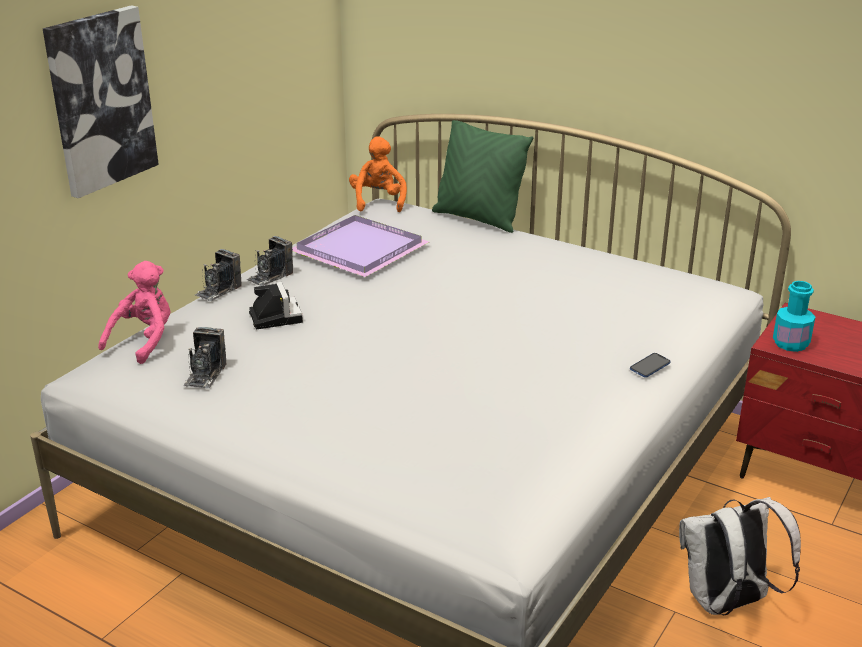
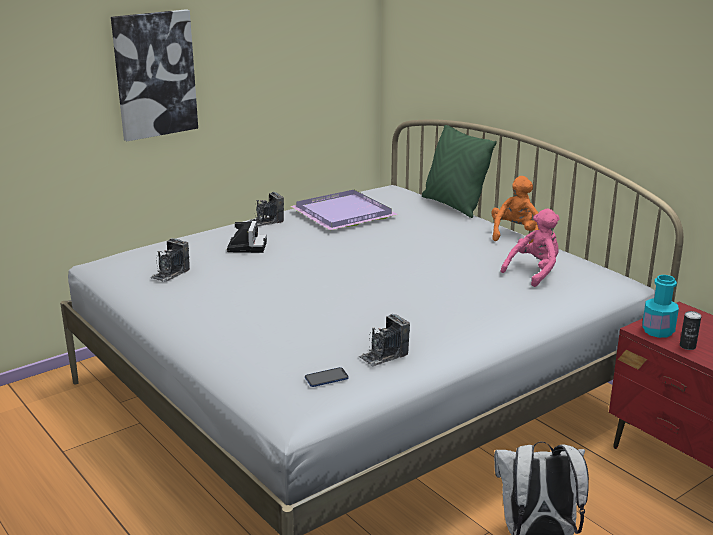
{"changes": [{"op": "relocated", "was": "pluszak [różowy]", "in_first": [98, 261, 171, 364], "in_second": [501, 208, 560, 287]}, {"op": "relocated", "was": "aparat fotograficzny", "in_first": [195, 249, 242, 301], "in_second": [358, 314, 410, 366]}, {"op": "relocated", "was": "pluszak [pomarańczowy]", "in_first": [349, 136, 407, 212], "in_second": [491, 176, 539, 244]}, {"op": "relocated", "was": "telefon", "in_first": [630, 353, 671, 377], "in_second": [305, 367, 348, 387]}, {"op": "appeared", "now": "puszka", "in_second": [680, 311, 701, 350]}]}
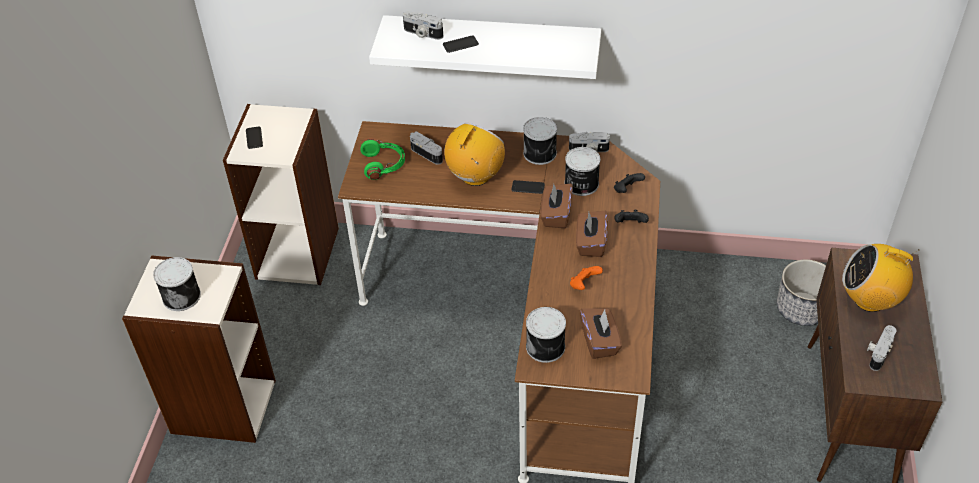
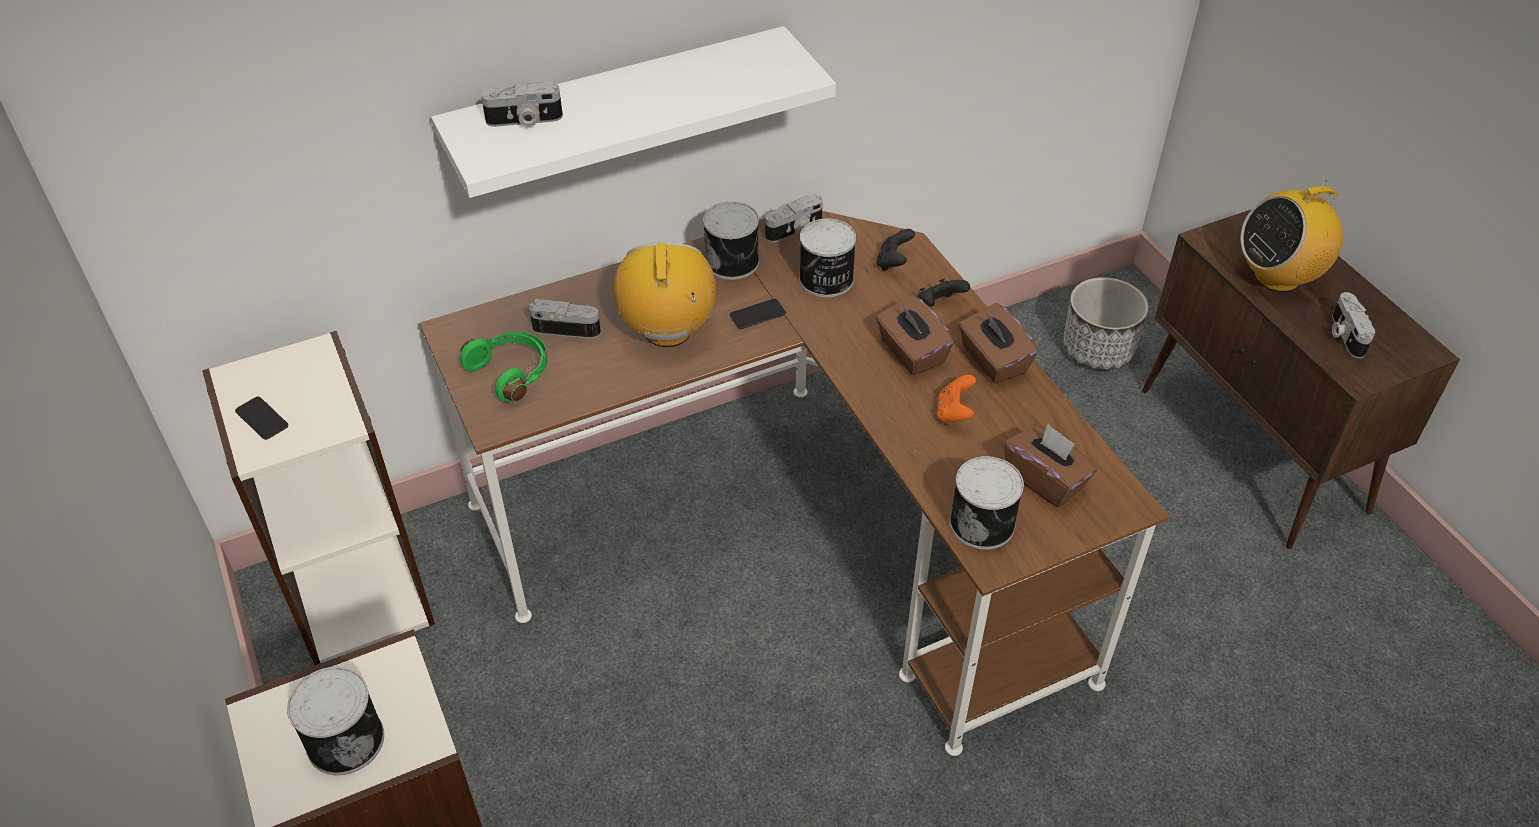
{"changes": [{"op": "missing", "was": "telefon", "in_first": [443, 35, 479, 53]}, {"op": "relocated", "was": "pudełko chusteczek [brązowy]", "in_first": [540, 184, 573, 228], "in_second": [958, 303, 1038, 384]}]}
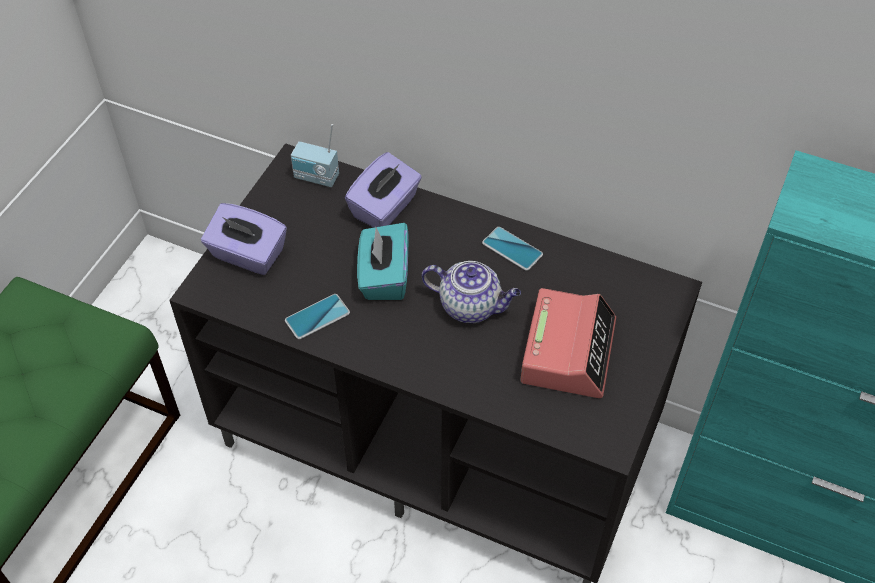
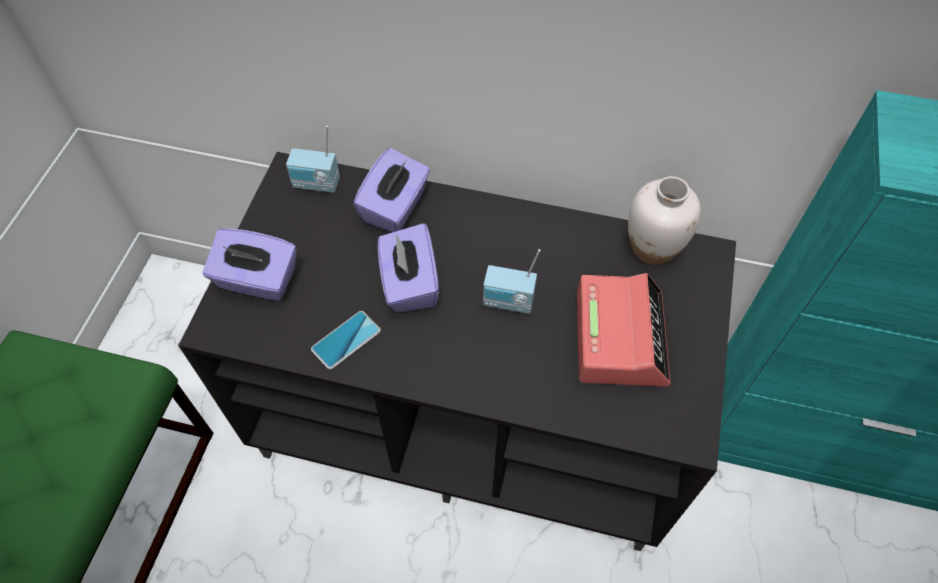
{"changes": [{"op": "colour", "was": "pudełko chusteczek [turkusowy]", "now": "pudełko chusteczek [fioletowy]", "in_first": [357, 223, 408, 300], "in_second": [378, 223, 439, 312]}, {"op": "exchanged", "was": "imbryk", "now": "radio", "in_first": [422, 261, 521, 323], "in_second": [483, 249, 541, 314]}, {"op": "missing", "was": "telefon", "in_first": [482, 227, 543, 271]}, {"op": "appeared", "now": "wazon [biały]", "in_second": [628, 176, 701, 265]}]}
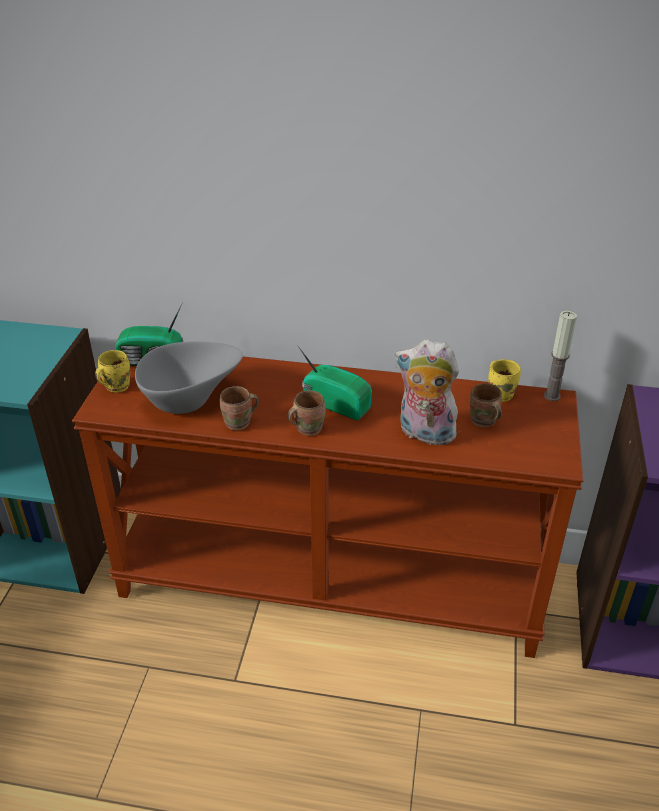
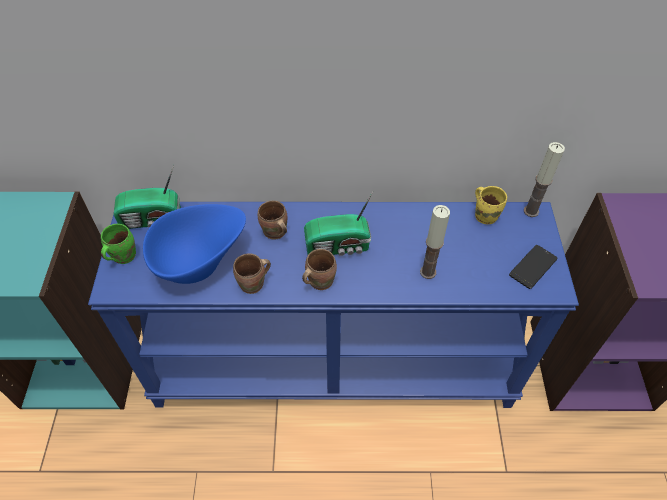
{"changes": [{"op": "colour", "was": "stolik konsolowy [brązowy]", "now": "stolik konsolowy [niebieski]", "in_first": [72, 357, 583, 658], "in_second": [88, 202, 579, 408]}, {"op": "colour", "was": "kubek [żółty]", "now": "kubek [zielony]", "in_first": [95, 350, 130, 393], "in_second": [101, 224, 136, 264]}, {"op": "colour", "was": "miska [szary]", "now": "miska [niebieski]", "in_first": [135, 341, 243, 414], "in_second": [143, 204, 246, 284]}, {"op": "spun", "was": "radio", "in_first": [297, 345, 372, 420], "in_second": [304, 192, 373, 256], "clockwise": 150}, {"op": "exchanged", "was": "pluszak", "now": "świeca", "in_first": [395, 339, 459, 448], "in_second": [420, 205, 450, 279]}, {"op": "relocated", "was": "kubek [brązowy]", "in_first": [469, 383, 502, 427], "in_second": [258, 200, 287, 239]}, {"op": "appeared", "now": "telefon", "in_second": [509, 245, 557, 289]}]}
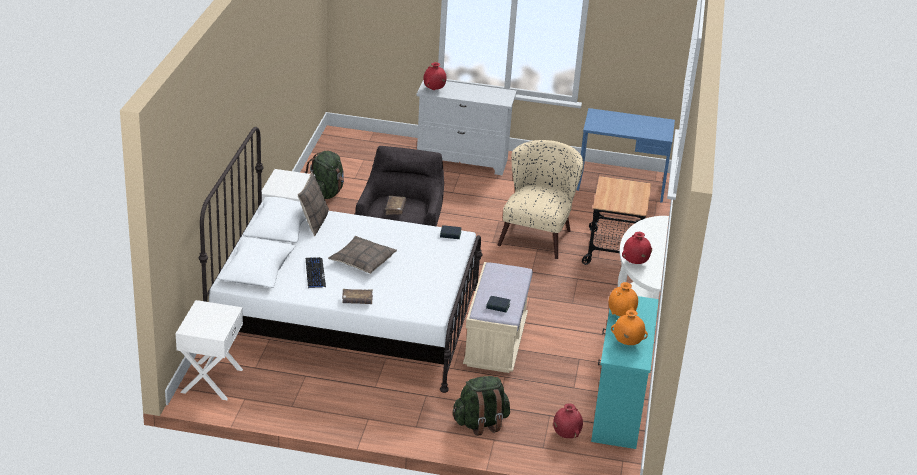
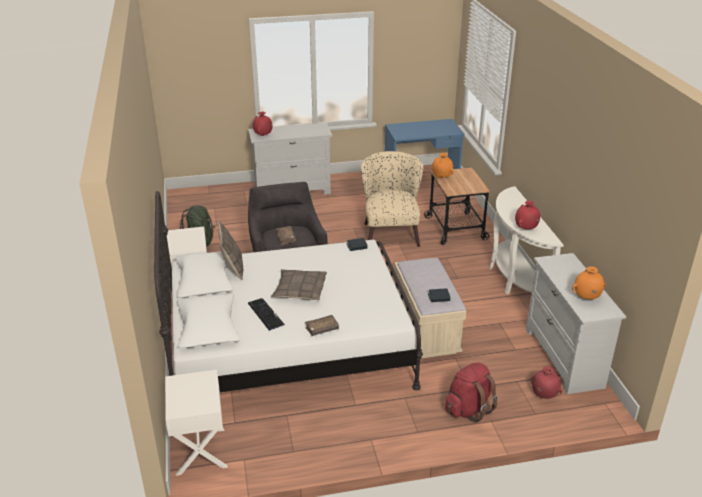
{"changes": [{"op": "colour", "was": "plecak [zielony]", "now": "plecak [czerwony]", "in_first": [452, 376, 510, 436], "in_second": [445, 362, 498, 423]}, {"op": "colour", "was": "komoda [turkusowy]", "now": "komoda [biały]", "in_first": [591, 296, 659, 449], "in_second": [526, 253, 626, 394]}, {"op": "relocated", "was": "wazon [pomarańczowy]", "in_first": [609, 282, 638, 317], "in_second": [432, 152, 454, 178]}]}
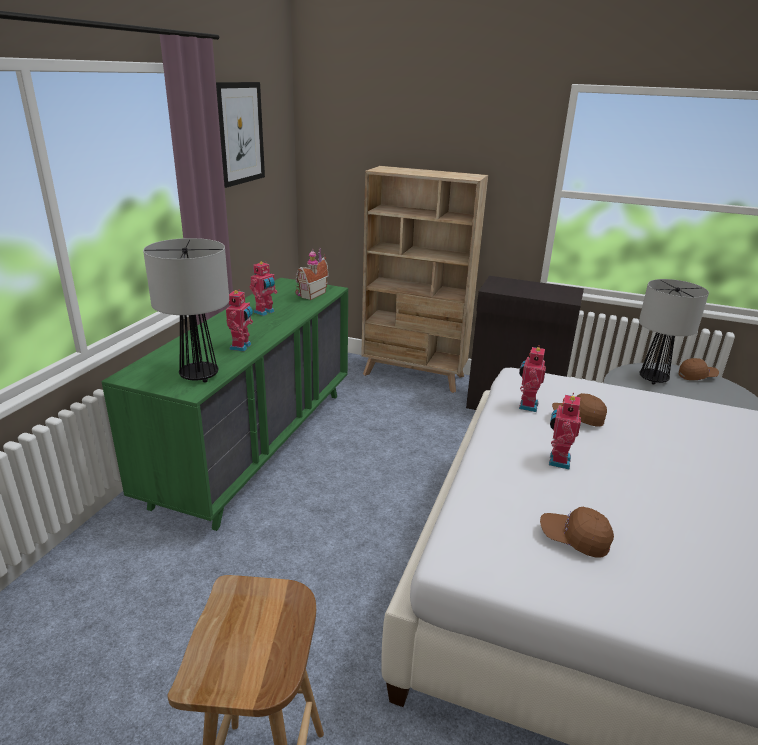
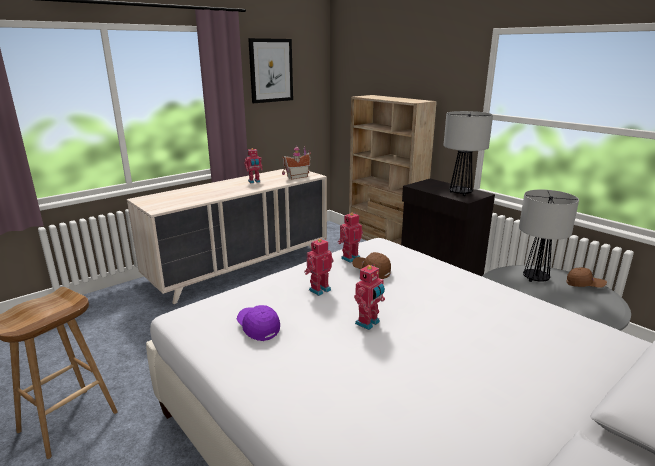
{"changes": [{"op": "colour", "was": "komoda [zielony]", "now": "komoda [beżowy]", "in_first": [101, 278, 348, 531], "in_second": [127, 169, 327, 304]}, {"op": "relocated", "was": "lampa stołowa", "in_first": [143, 238, 229, 383], "in_second": [443, 111, 493, 196]}, {"op": "relocated", "was": "robot zabawkowy", "in_first": [226, 289, 253, 351], "in_second": [354, 264, 385, 330]}, {"op": "colour", "was": "czapka z daszkiem [brązowy]", "now": "czapka z daszkiem [fioletowy]", "in_first": [540, 507, 614, 557], "in_second": [237, 305, 280, 341]}]}
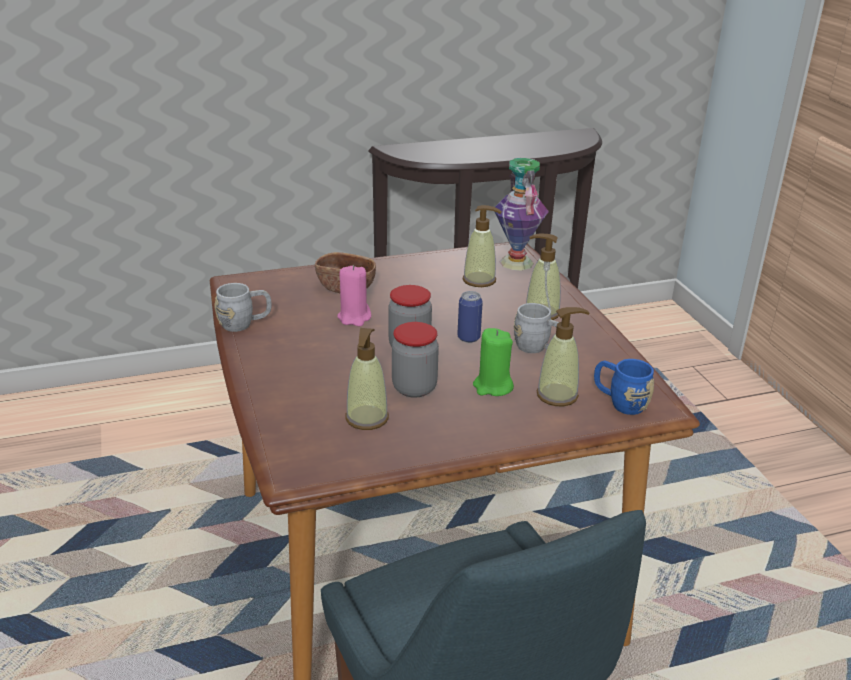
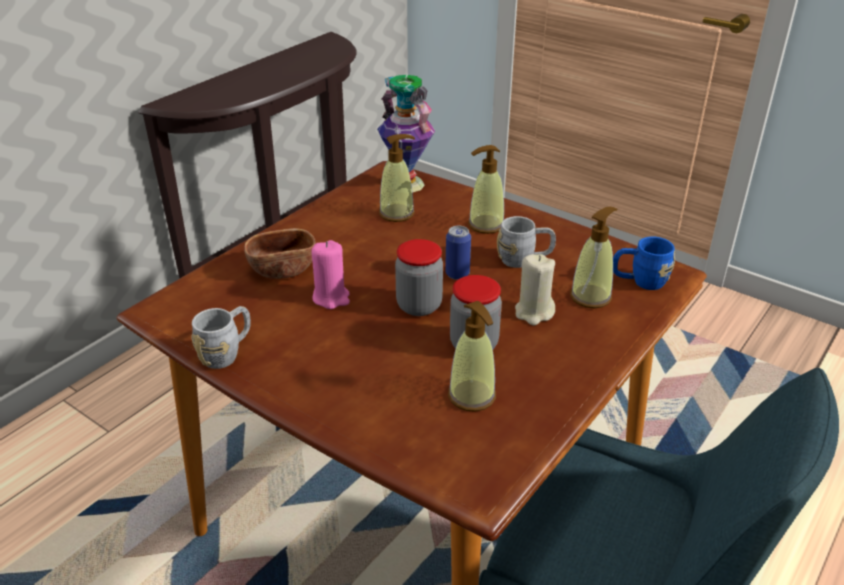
{"changes": [{"op": "colour", "was": "świeca [zielony]", "now": "świeca [beżowy]", "in_first": [473, 328, 514, 396], "in_second": [515, 254, 555, 325]}]}
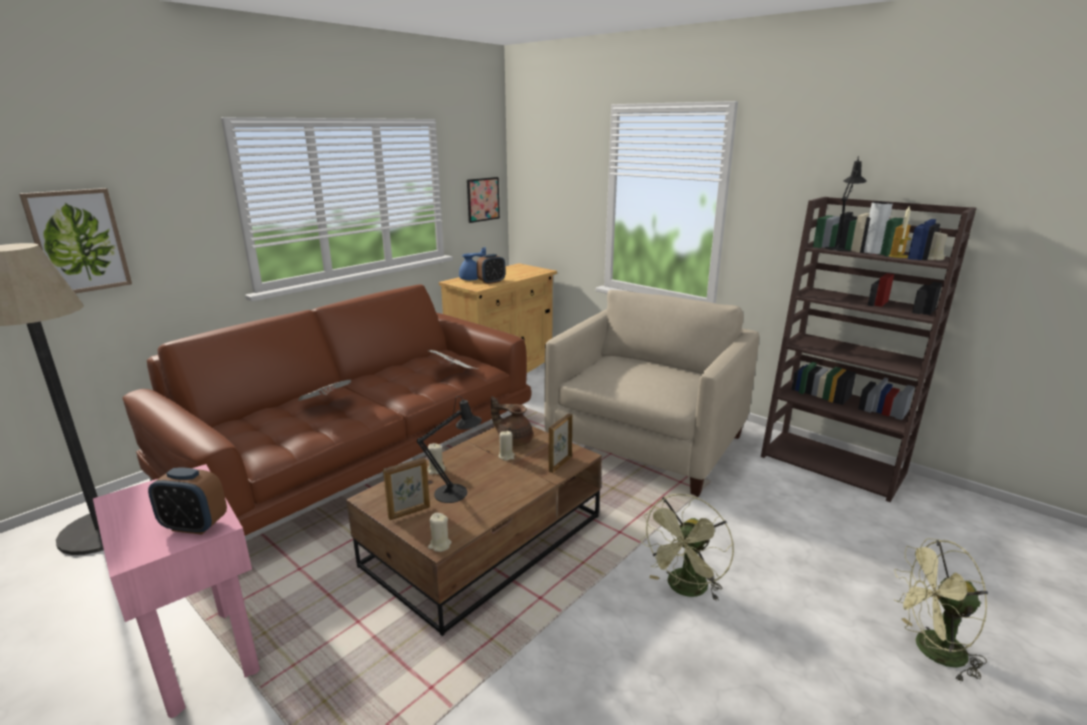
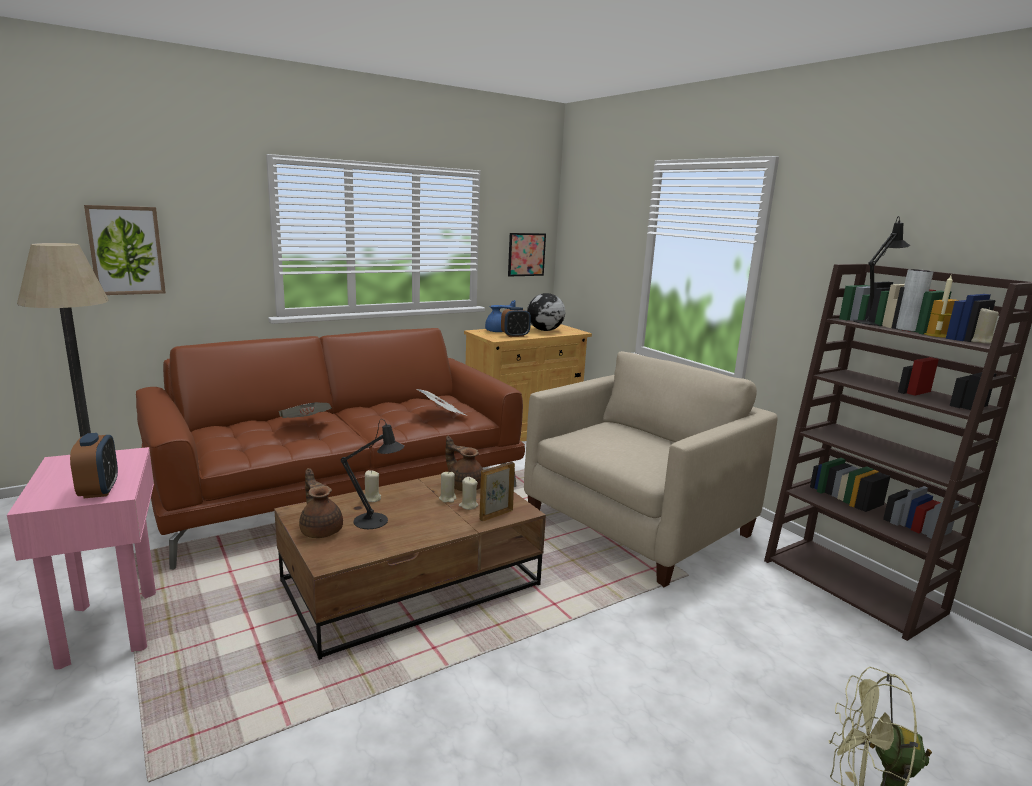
{"changes": [{"op": "spun", "was": "budzik", "in_first": [148, 468, 227, 535], "in_second": [70, 433, 118, 498], "clockwise": -135}, {"op": "exchanged", "was": "ramka na zdjęcie", "now": "imbryk [brązowy]", "in_first": [383, 457, 430, 520], "in_second": [299, 468, 343, 538]}, {"op": "relocated", "was": "świeca [beżowy]", "in_first": [428, 513, 452, 552], "in_second": [459, 477, 479, 510]}, {"op": "missing", "was": "wentylator [zielony]", "in_first": [640, 494, 734, 601]}, {"op": "appeared", "now": "globus", "in_second": [527, 293, 565, 331]}]}
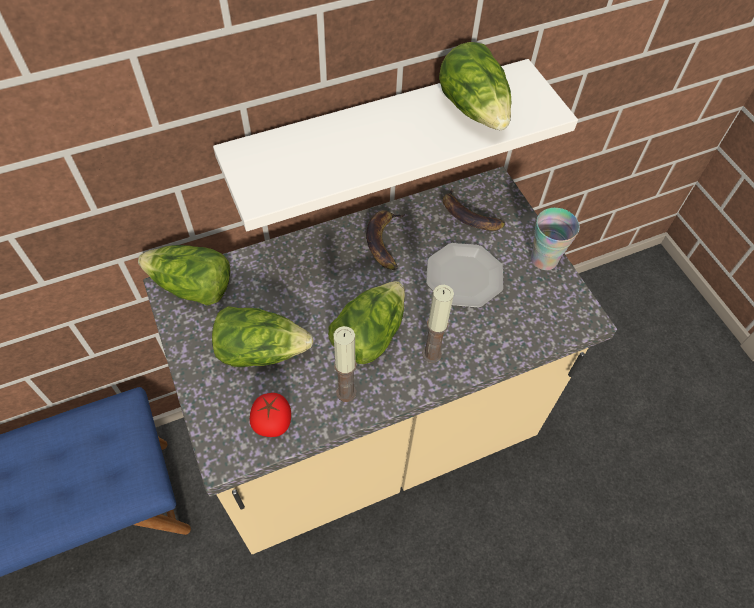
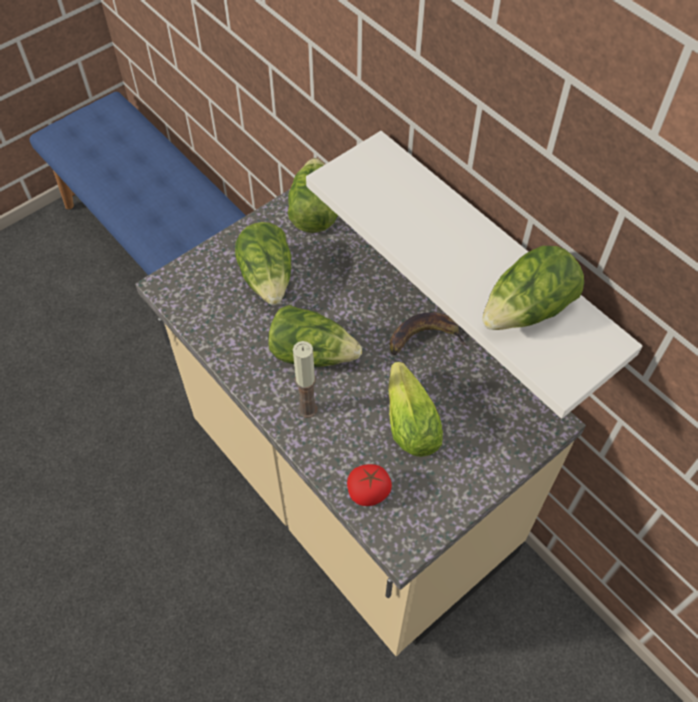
{"changes": [{"op": "relocated", "was": "pomidor", "in_first": [250, 393, 291, 437], "in_second": [347, 464, 392, 506]}, {"op": "missing", "was": "świeca", "in_first": [333, 326, 357, 402]}, {"op": "exchanged", "was": "talerz", "now": "sałata", "in_first": [426, 243, 503, 308], "in_second": [388, 362, 443, 457]}, {"op": "missing", "was": "banan", "in_first": [442, 188, 505, 231]}, {"op": "missing", "was": "filiżanka", "in_first": [531, 208, 580, 270]}]}
